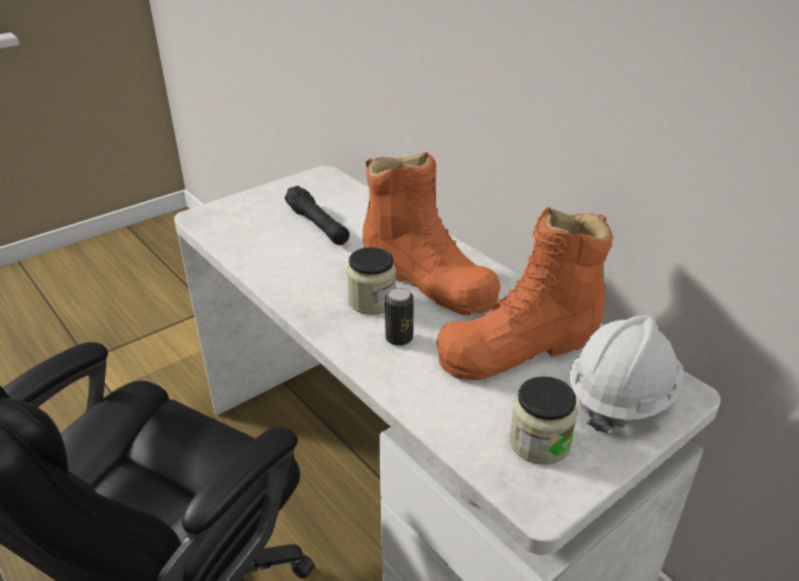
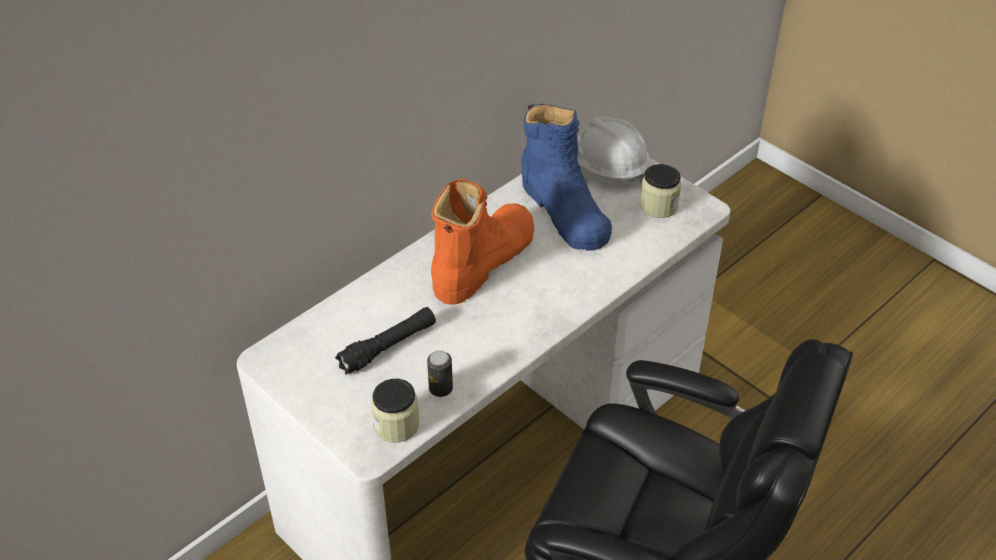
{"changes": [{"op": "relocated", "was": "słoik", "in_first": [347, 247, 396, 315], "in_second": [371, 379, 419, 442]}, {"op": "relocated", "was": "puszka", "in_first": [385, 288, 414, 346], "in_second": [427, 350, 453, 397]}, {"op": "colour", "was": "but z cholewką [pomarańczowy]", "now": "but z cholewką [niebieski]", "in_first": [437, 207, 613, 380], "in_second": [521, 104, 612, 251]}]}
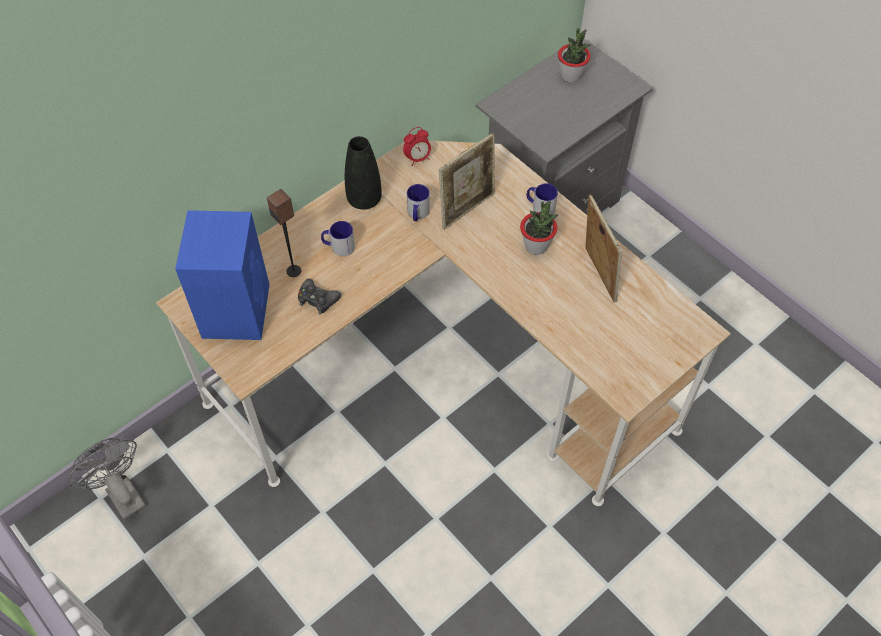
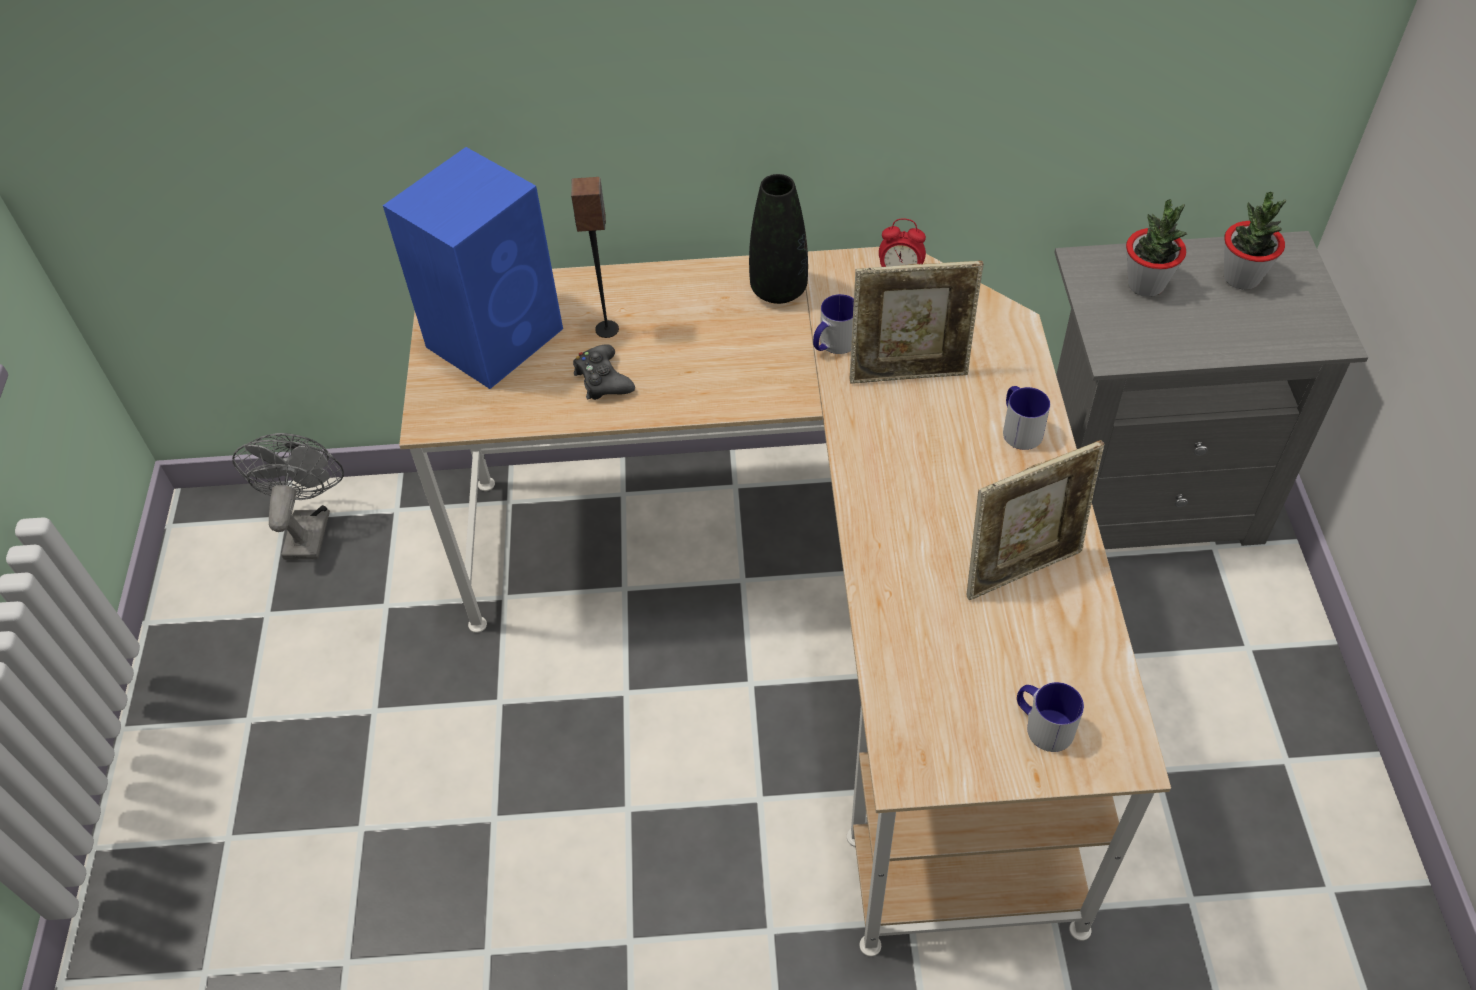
{"changes": [{"op": "relocated", "was": "kubek", "in_first": [321, 221, 355, 256], "in_second": [1017, 682, 1084, 752]}, {"op": "relocated", "was": "roślina doniczkowa", "in_first": [520, 200, 558, 255], "in_second": [1126, 199, 1187, 297]}, {"op": "spun", "was": "ramka na zdjęcie", "in_first": [585, 194, 622, 303], "in_second": [966, 440, 1104, 600], "clockwise": 45}]}
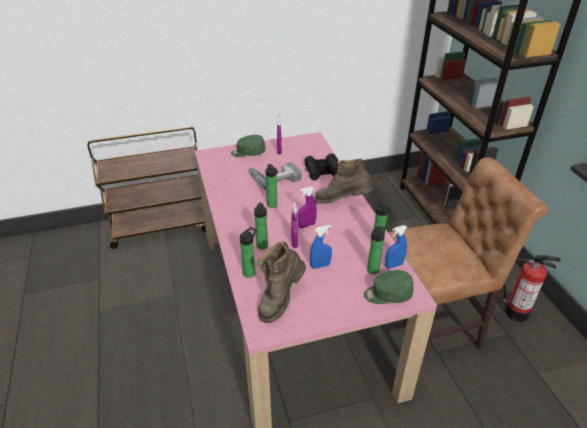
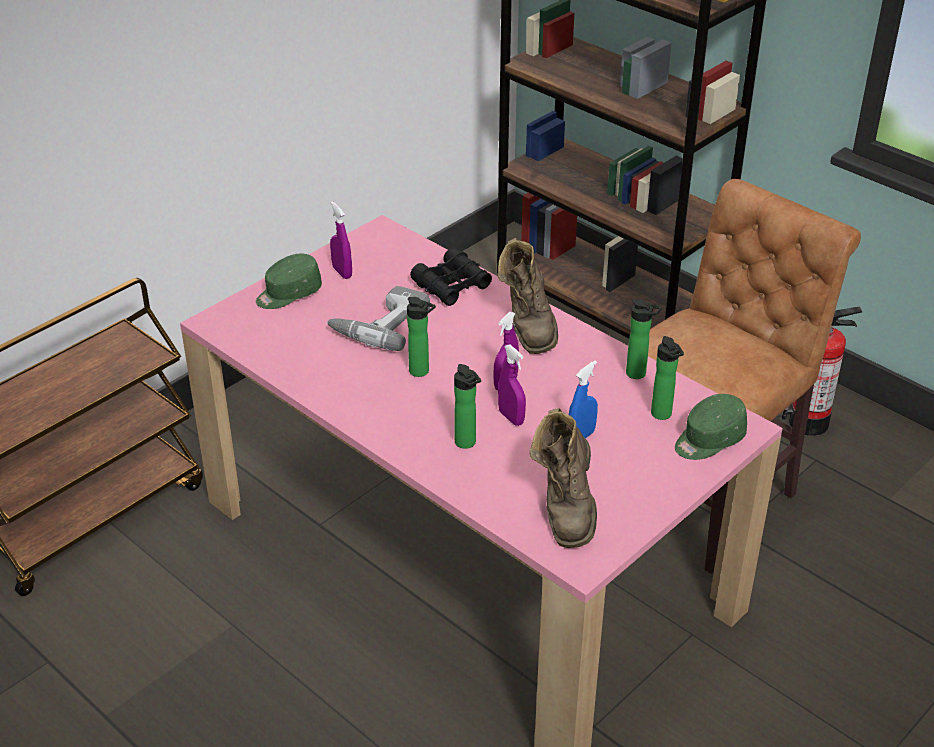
{"changes": [{"op": "missing", "was": "butelka", "in_first": [240, 227, 257, 278]}, {"op": "spun", "was": "but z cholewką [brązowy]", "in_first": [314, 158, 373, 204], "in_second": [497, 238, 558, 354], "clockwise": -75}, {"op": "missing", "was": "spryskiwacz [niebieski]", "in_first": [385, 225, 407, 269]}]}
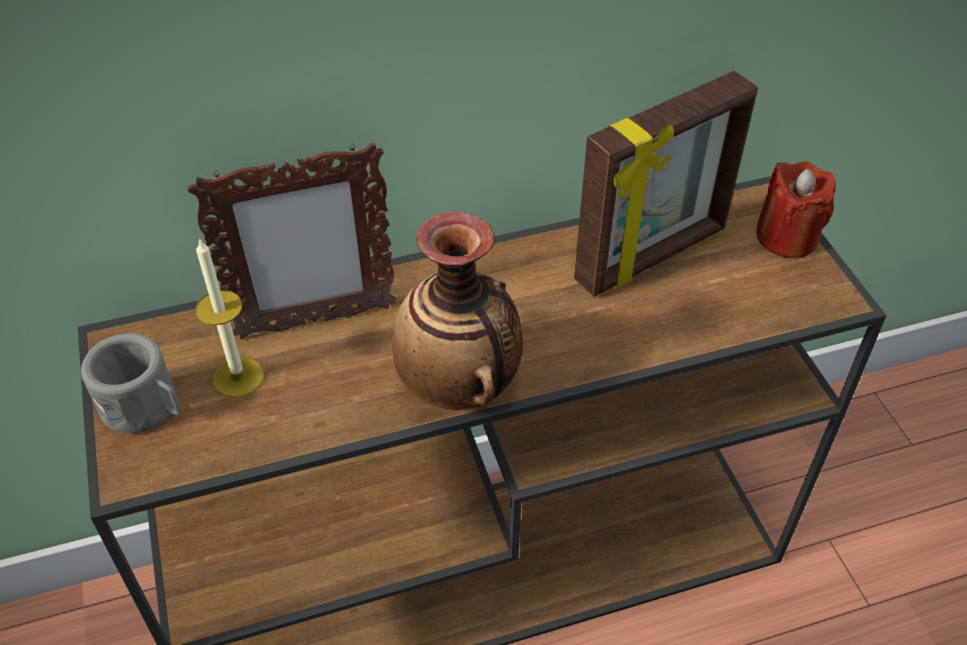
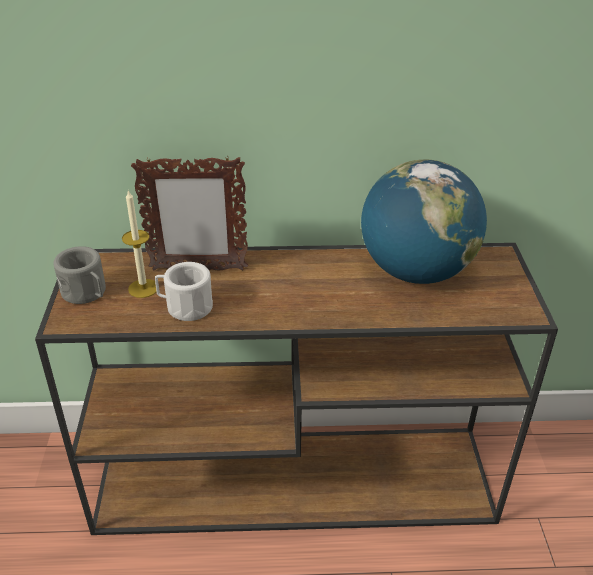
{"changes": [{"op": "missing", "was": "wazon", "in_first": [392, 212, 523, 410]}, {"op": "exchanged", "was": "ramka na zdjęcie", "now": "globus", "in_first": [574, 71, 758, 297], "in_second": [361, 160, 487, 284]}, {"op": "missing", "was": "świeca [czerwony]", "in_first": [756, 161, 836, 258]}, {"op": "appeared", "now": "kubek [biały]", "in_second": [155, 262, 213, 321]}]}
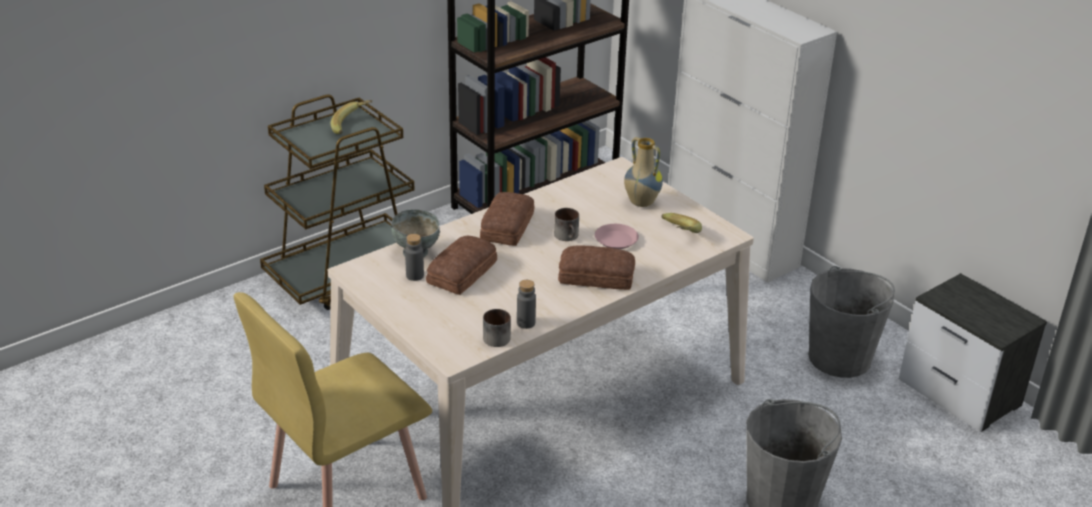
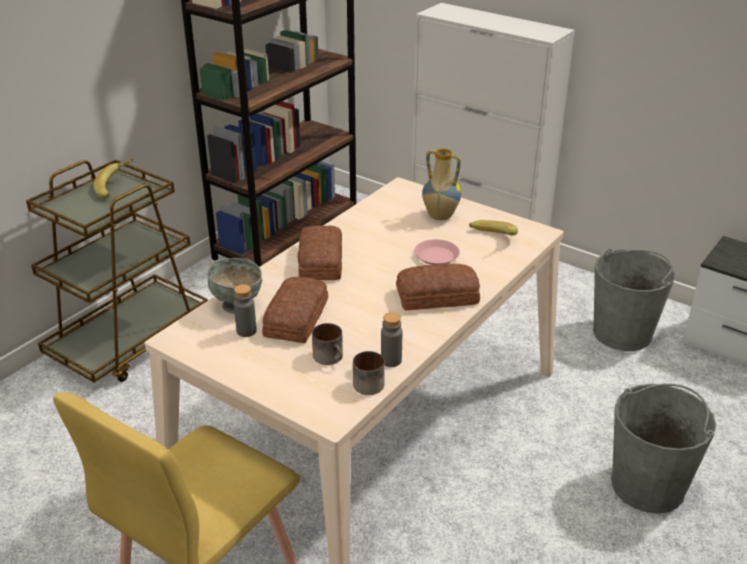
{"changes": [{"op": "relocated", "was": "kubek", "in_first": [554, 208, 579, 241], "in_second": [312, 323, 343, 365]}]}
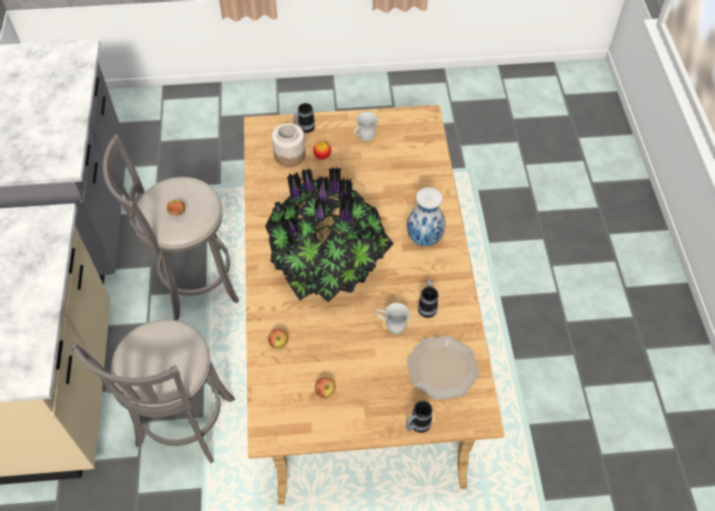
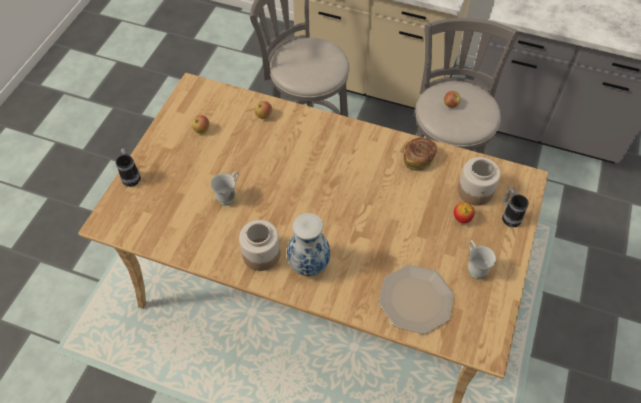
{"changes": [{"op": "missing", "was": "roślina doniczkowa", "in_first": [265, 166, 394, 303]}, {"op": "relocated", "was": "talerz", "in_first": [407, 335, 479, 400], "in_second": [379, 265, 454, 334]}, {"op": "missing", "was": "kubek", "in_first": [418, 279, 438, 318]}, {"op": "appeared", "now": "słoik", "in_second": [239, 220, 280, 271]}, {"op": "appeared", "now": "chleb", "in_second": [403, 137, 437, 171]}]}
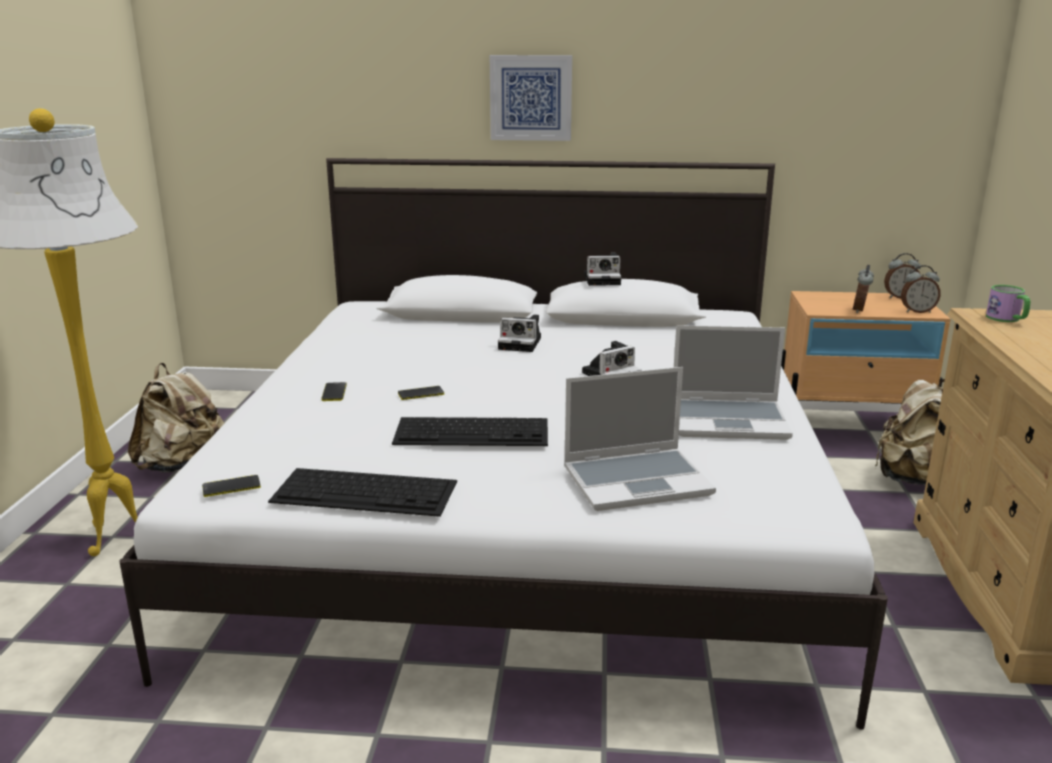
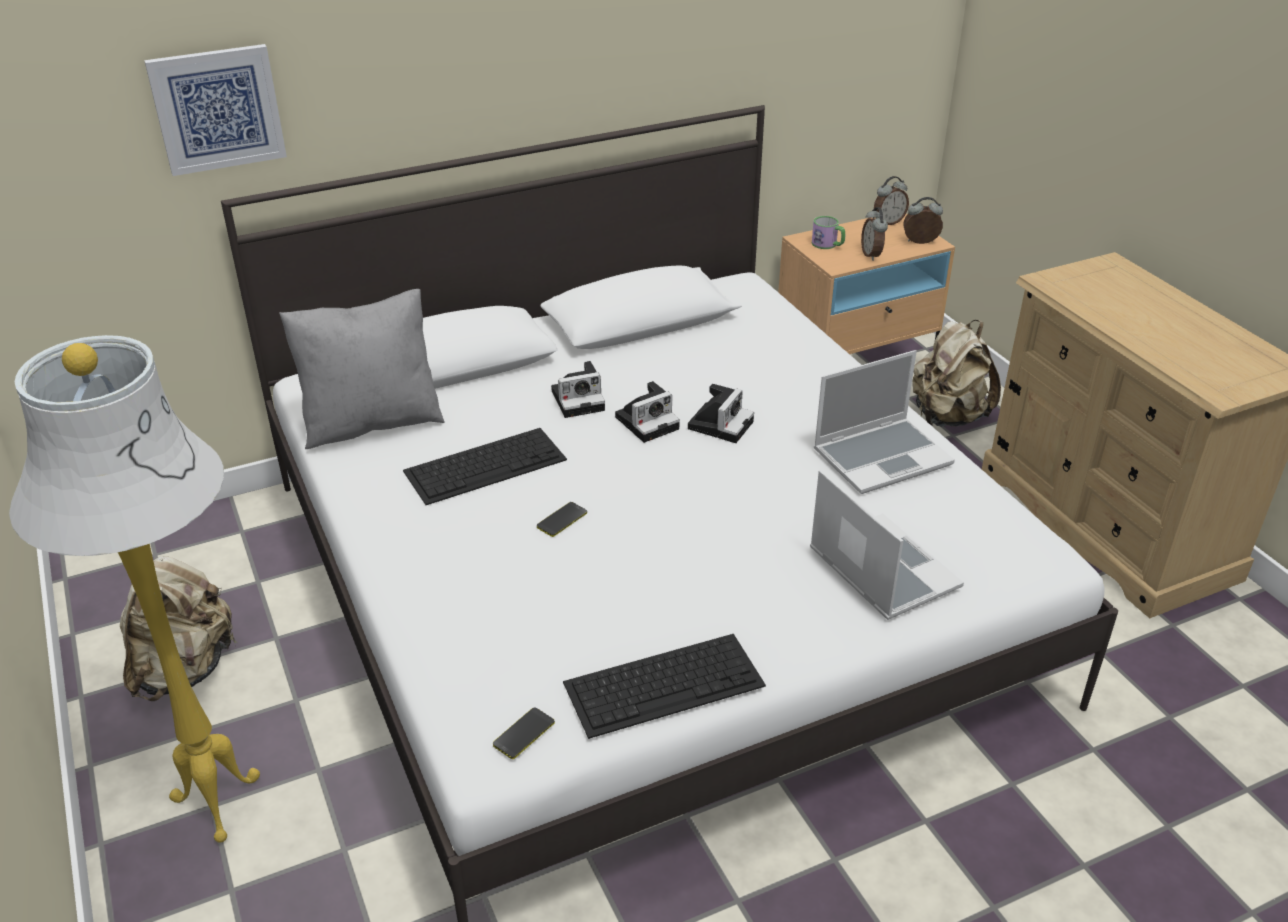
{"changes": [{"op": "missing", "was": "telefon", "in_first": [322, 382, 347, 401]}, {"op": "relocated", "was": "klawiatura", "in_first": [392, 417, 548, 446], "in_second": [403, 428, 567, 505]}, {"op": "relocated", "was": "obraz", "in_first": [490, 55, 572, 141], "in_second": [144, 44, 287, 176]}, {"op": "spun", "was": "laptop", "in_first": [564, 367, 716, 511], "in_second": [810, 469, 964, 620], "clockwise": -75}, {"op": "relocated", "was": "aparat fotograficzny", "in_first": [584, 253, 621, 286], "in_second": [615, 381, 680, 443]}, {"op": "spun", "was": "budzik", "in_first": [901, 265, 941, 313], "in_second": [904, 197, 943, 244], "clockwise": -150}, {"op": "relocated", "was": "kubek", "in_first": [986, 285, 1030, 322], "in_second": [812, 216, 845, 249]}, {"op": "appeared", "now": "poduszka [szary]", "in_second": [279, 289, 445, 449]}]}
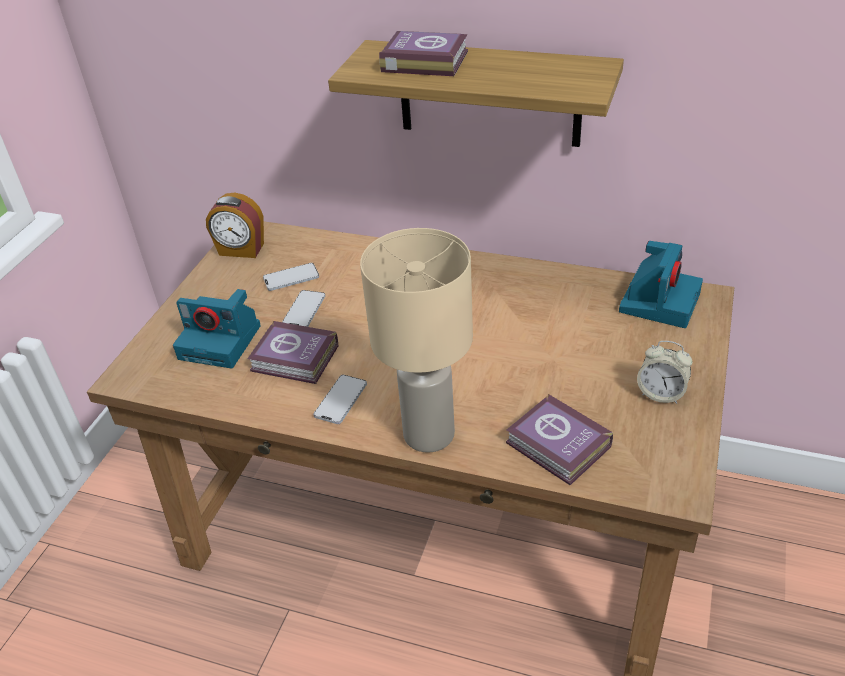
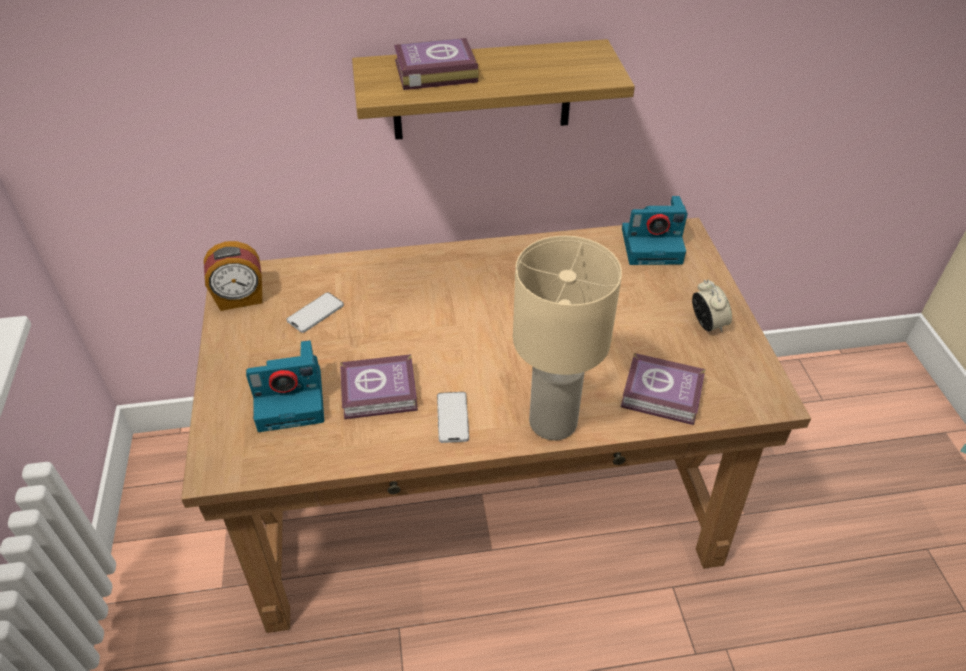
{"changes": [{"op": "missing", "was": "telefon", "in_first": [282, 290, 325, 327]}, {"op": "spun", "was": "aparat fotograficzny", "in_first": [619, 241, 703, 328], "in_second": [622, 196, 687, 265], "clockwise": 90}, {"op": "spun", "was": "budzik", "in_first": [637, 341, 692, 404], "in_second": [692, 280, 732, 332], "clockwise": -105}]}
